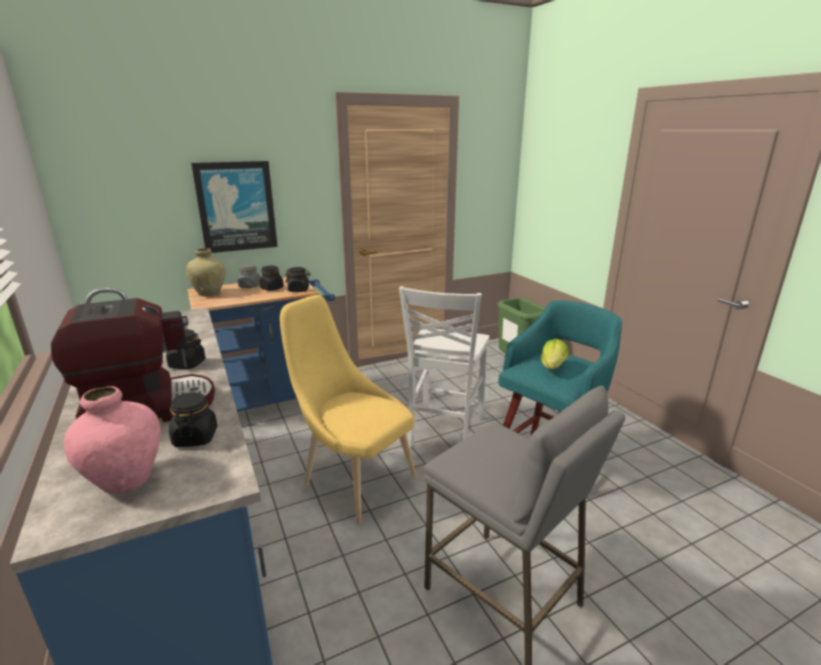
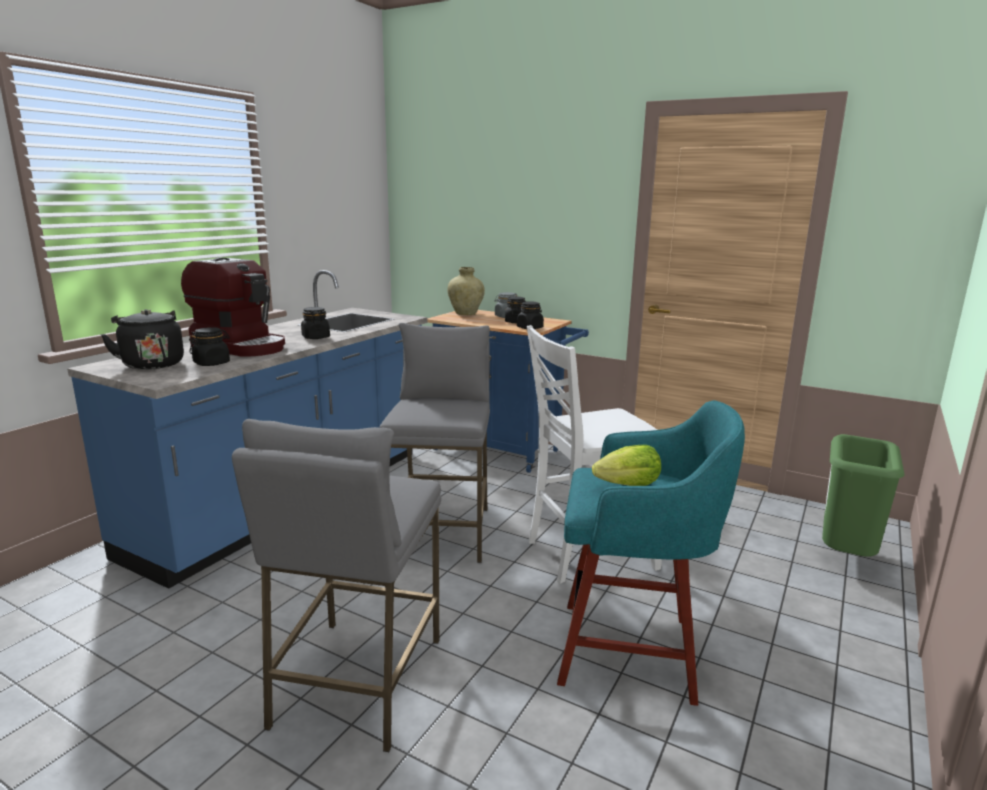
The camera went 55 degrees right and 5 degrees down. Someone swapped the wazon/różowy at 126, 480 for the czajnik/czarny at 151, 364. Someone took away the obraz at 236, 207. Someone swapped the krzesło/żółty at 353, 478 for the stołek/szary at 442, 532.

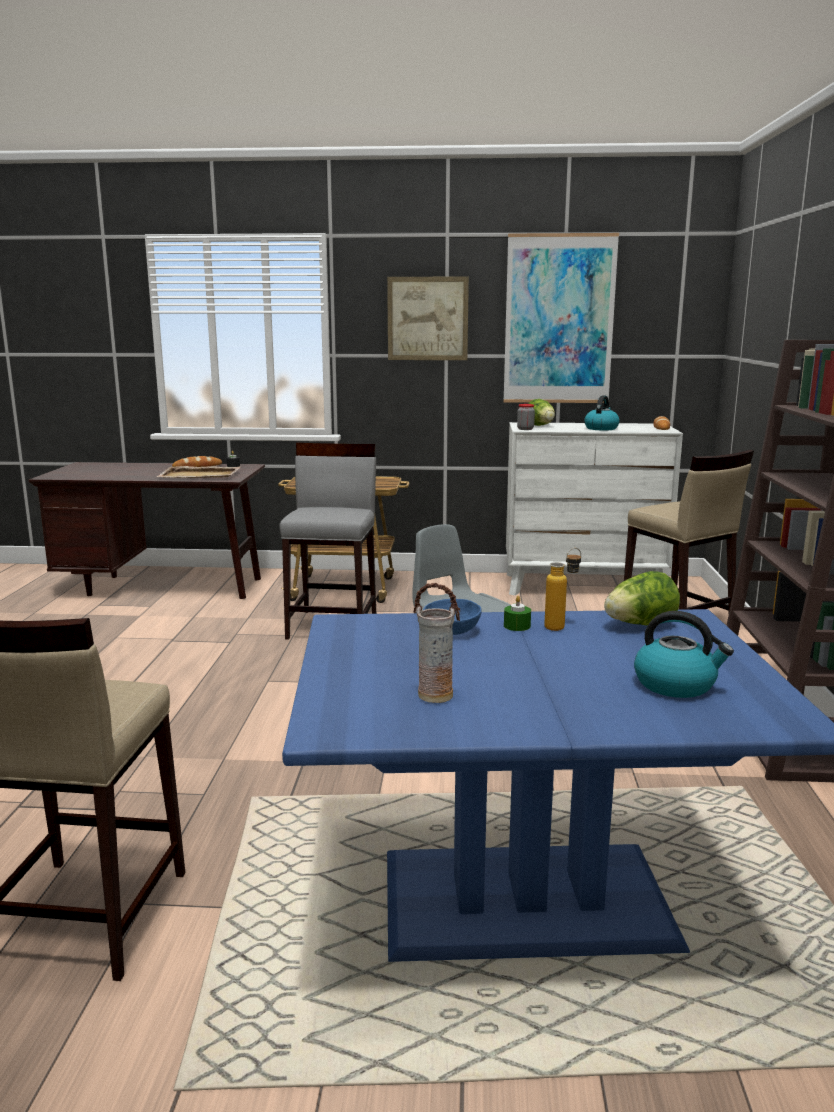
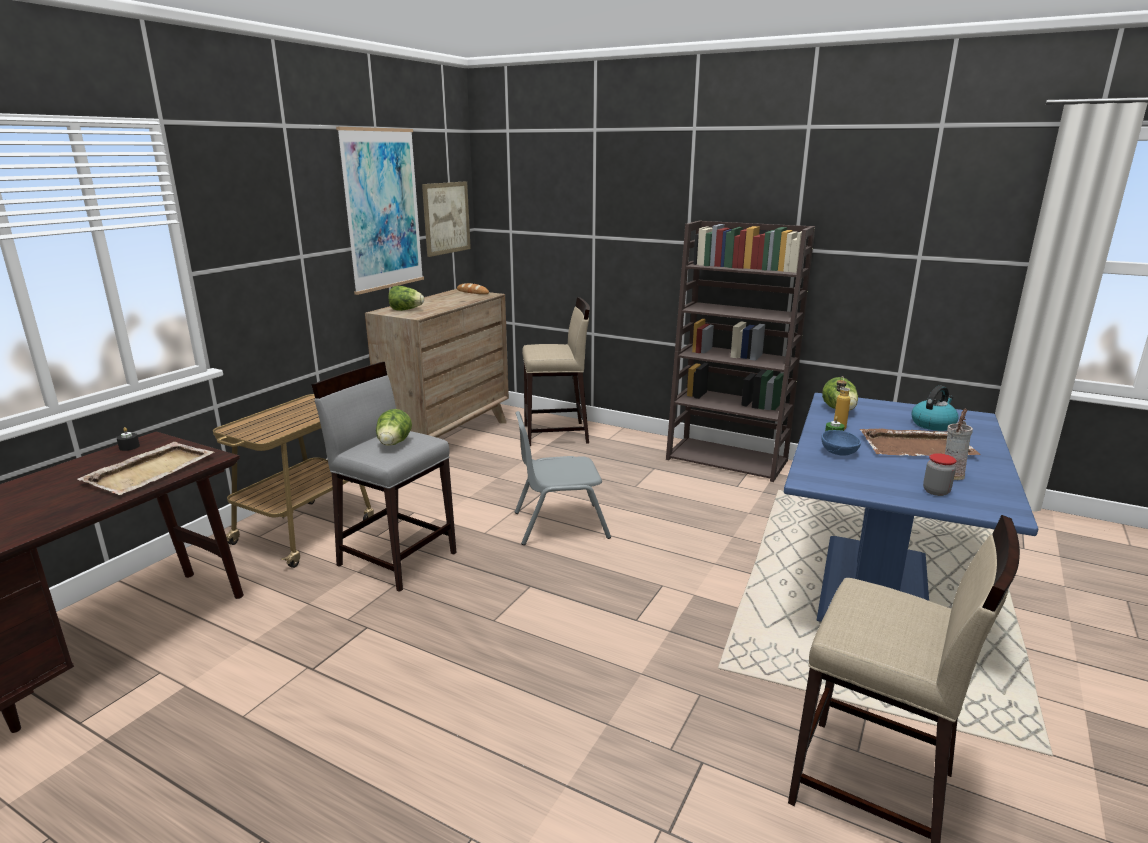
The camera went 65 degrees left and 5 degrees up. Someone took away the chleb at 197, 466. Someone carried the obraz from 427, 318 to 446, 218. Someone repainted the komoda/biały at 583, 585, which became the komoda/brązowy at 448, 437. Someone carried the słoik from 525, 429 to 936, 491. Someone took away the czajnik at 601, 428. Someone put down the sałata at 394, 444. Someone put down the taca/brązowy at 917, 447.

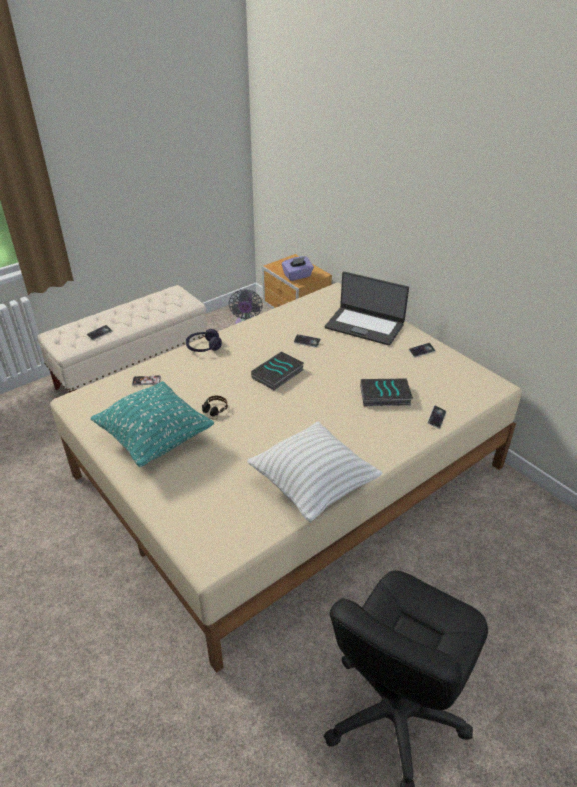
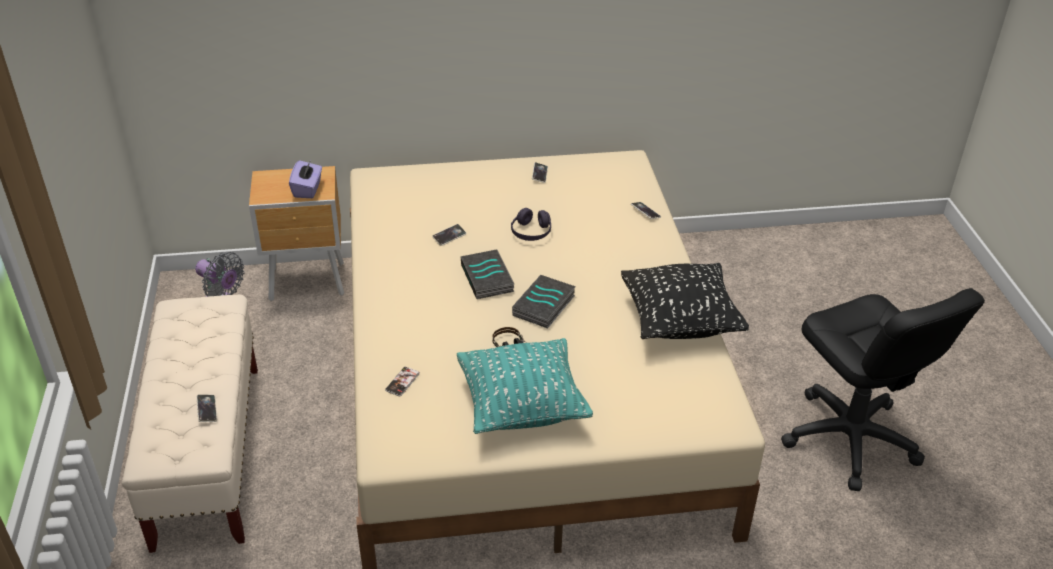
The camera went 60 degrees left and 0 degrees up. Someone carried the słuchawki/fioletowy from 204, 347 to 531, 232. Someone repainted the poduszka/biały at 313, 486, which became the poduszka/czarny at 679, 322. Someone took away the laptop at 364, 325. Someone carried the książka from 384, 396 to 544, 306.

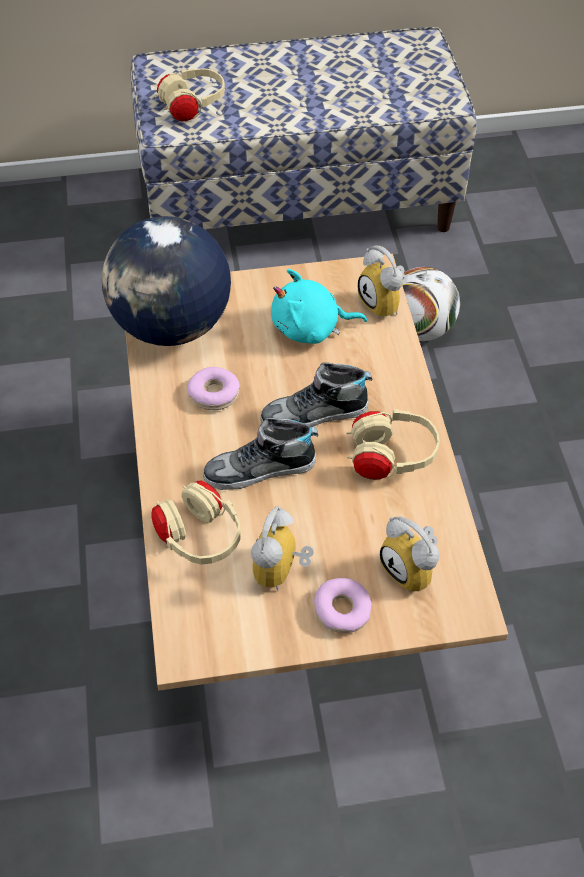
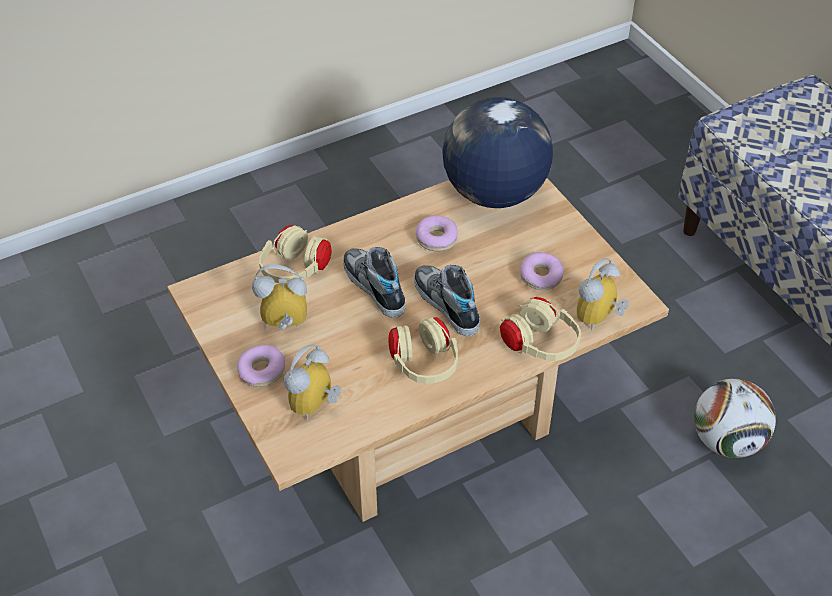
The camera went 70 degrees right and 5 degrees down. Someone carried the słuchawki/beżowy from 192, 107 to 539, 345. Someone swapped the pluszak/turkusowy at 310, 328 for the donut at 540, 277.

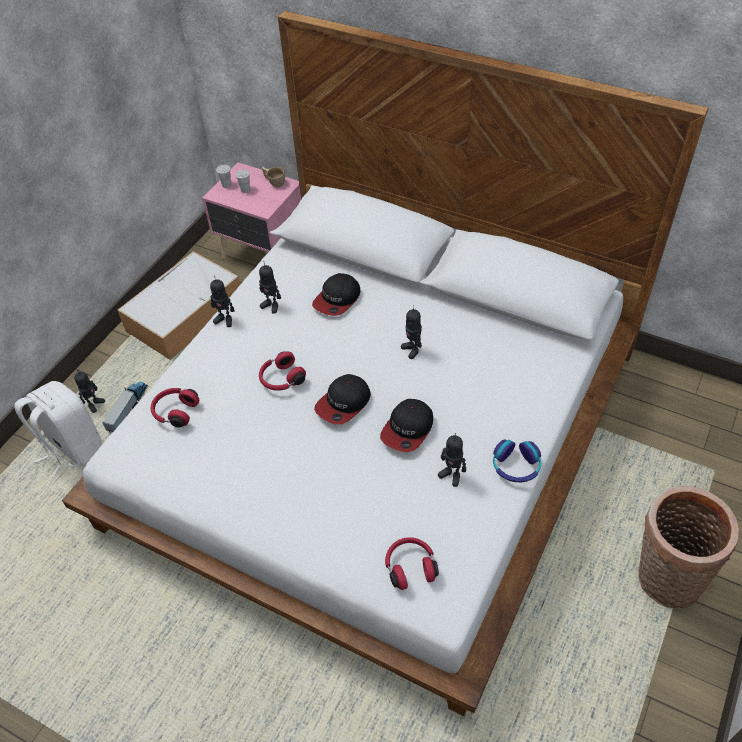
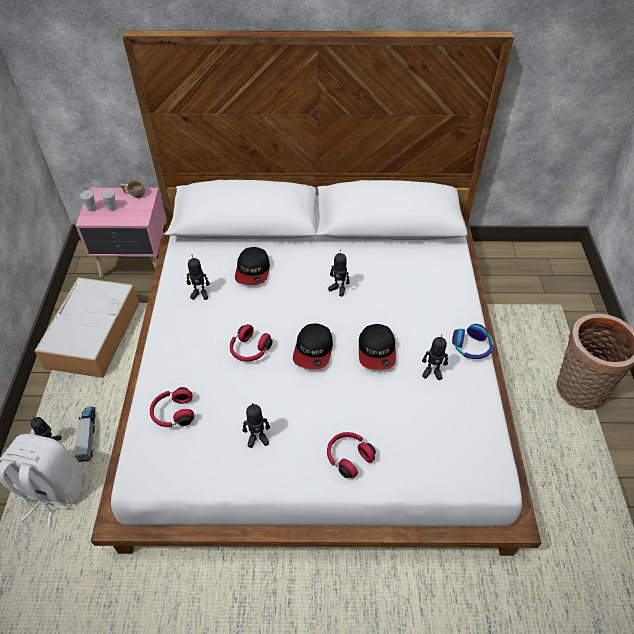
The camera went 30 degrees left and 0 degrees up. Someone carried the robot zabawkowy from 225, 319 to 257, 438. Someone carried the słuchawki/czerwony from 410, 566 to 348, 457.

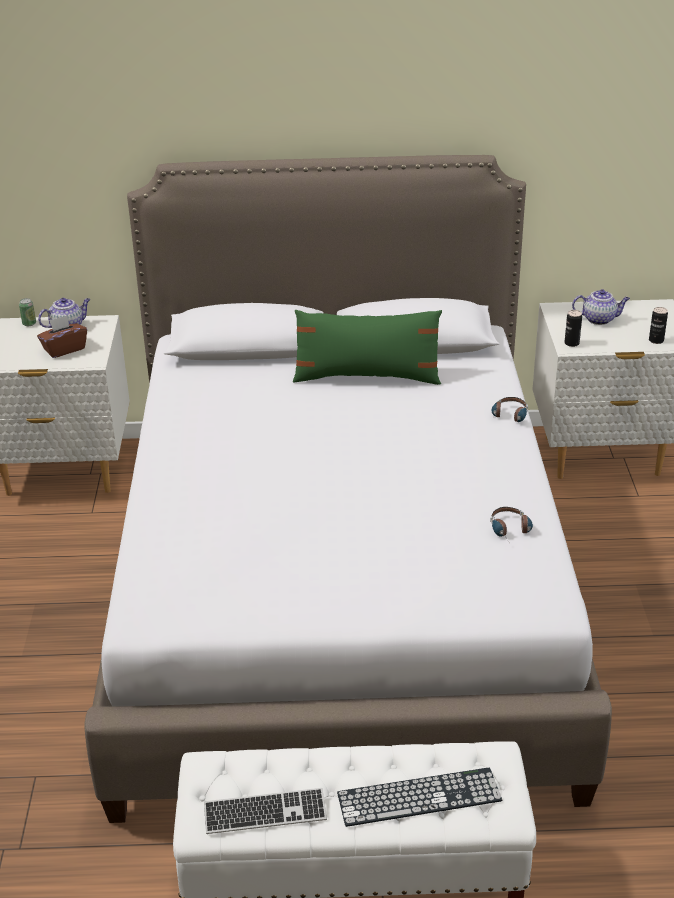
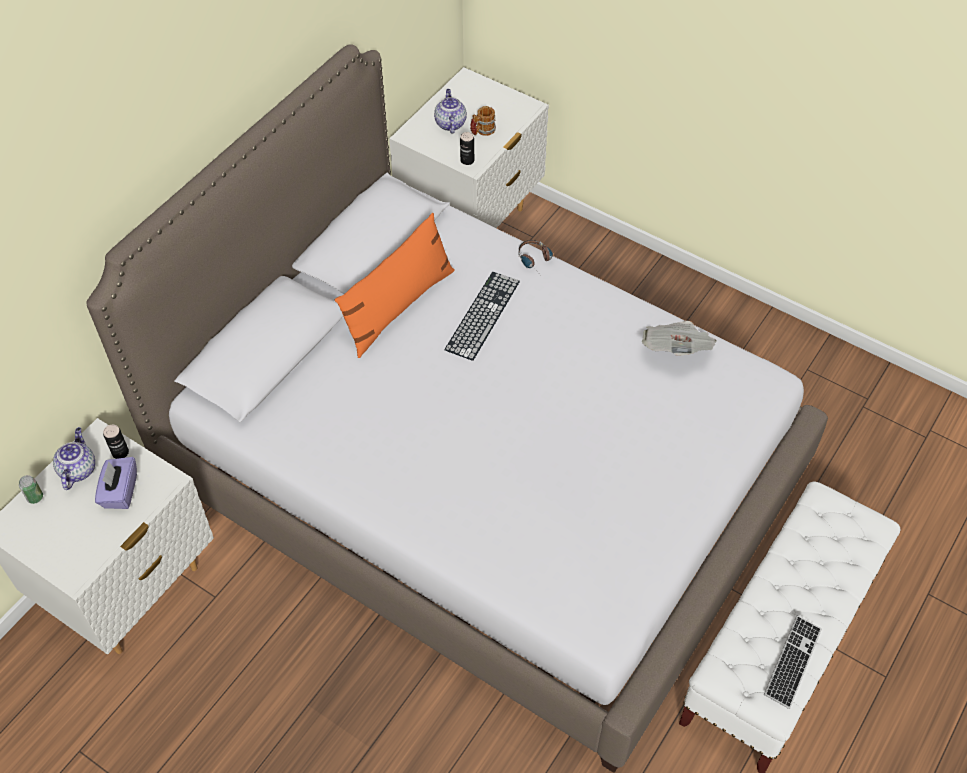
The camera went 55 degrees left and 20 degrees up. Someone repainted the pudełko chusteczek/brązowy at 64, 349, which became the pudełko chusteczek/fioletowy at 120, 492. Someone repainted the poduszka/zielony at 367, 377, which became the poduszka/pomarańczowy at 398, 307. Someone carried the klawiatura from 419, 797 to 482, 315. Someone swapped the słuchawki at 511, 531 for the gazeta at 676, 350. Someone rotated the imbryk at 599, 319 by 45 degrees counterclockwise. Someone carried the puszka from 656, 340 to 120, 452. Someone put down the kubek at 482, 131.

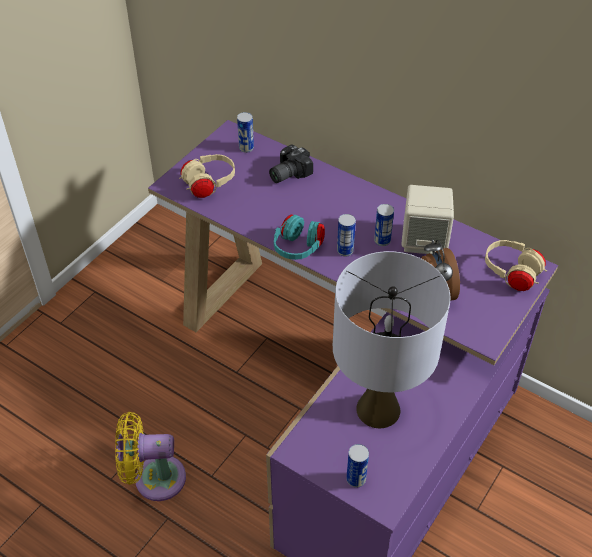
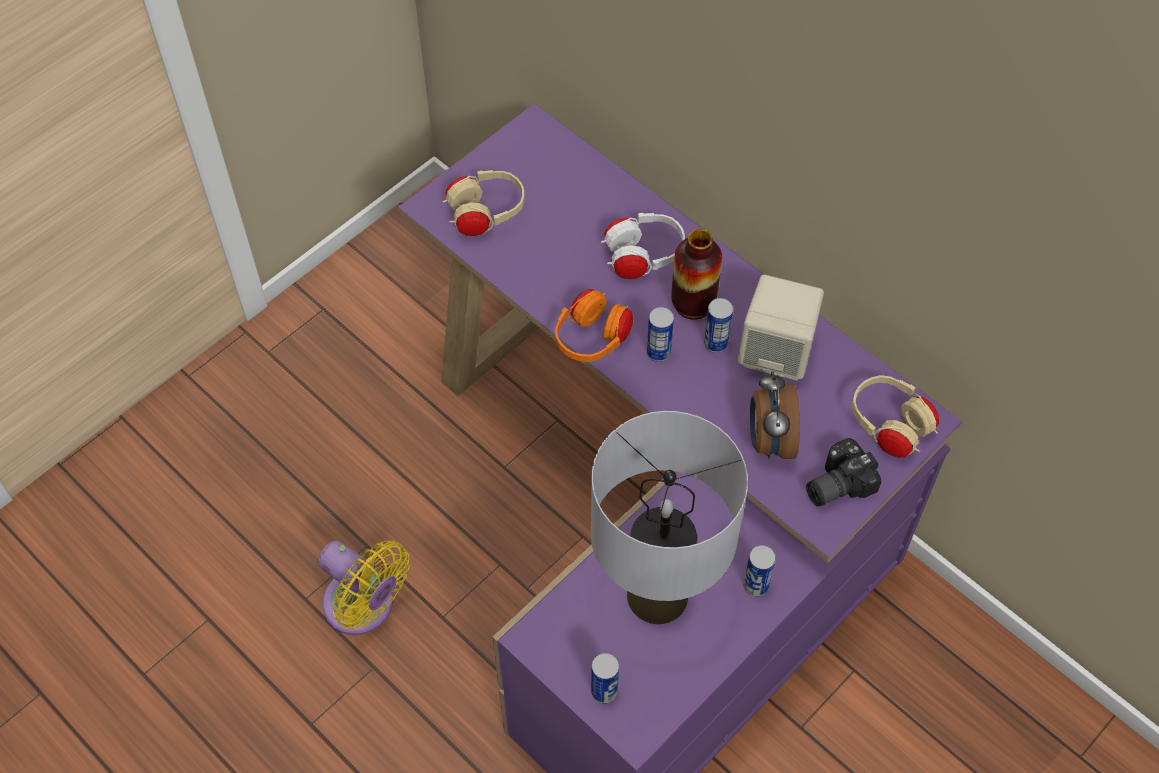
The camera went 10 degrees right and 10 degrees up. Someone rotated the wentylator/żółty at 154, 478 by 150 degrees counterclockwise. Someone carried the puszka from 246, 148 to 756, 585. Someone carried the aparat fotograficzny from 287, 173 to 835, 483. Someone repainted the słuchawki/turkusowy at 298, 249, which became the słuchawki/pomarańczowy at 592, 340. Someone put down the słuchawki/biały at 643, 257. Someone put down the wazon at 693, 304.

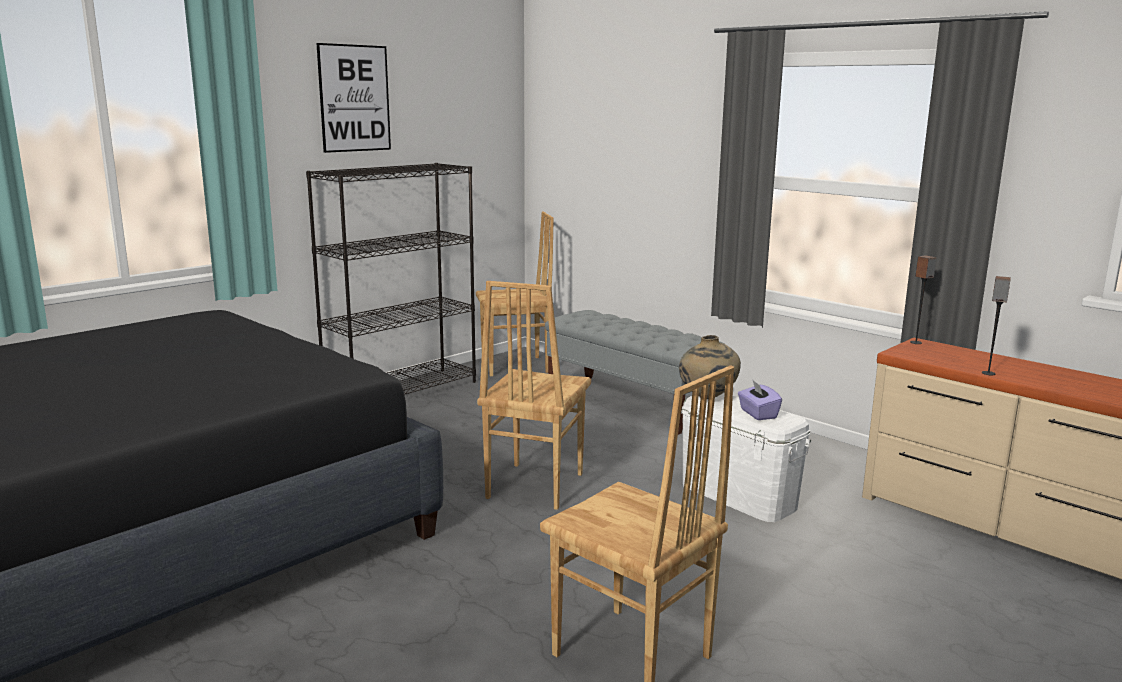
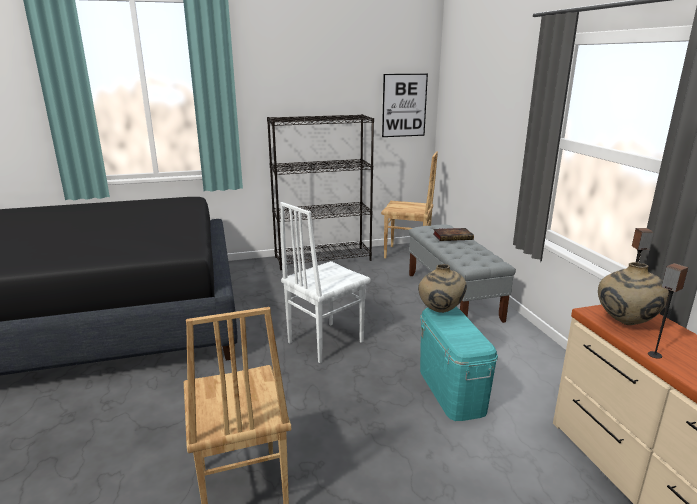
The camera went 30 degrees right and 5 degrees up. Someone carried the obraz from 354, 98 to 404, 105. Someone repainted the krzesło/brązowy at 533, 486, which became the krzesło/biały at 324, 342. Someone repainted the pojemnik do przechowywania/biały at 738, 496, which became the pojemnik do przechowywania/turkusowy at 451, 390. Someone took away the pudełko chusteczek/fioletowy at 757, 414. Someone put down the książka at 453, 237. Someone put down the wazon/beżowy at 625, 323.

